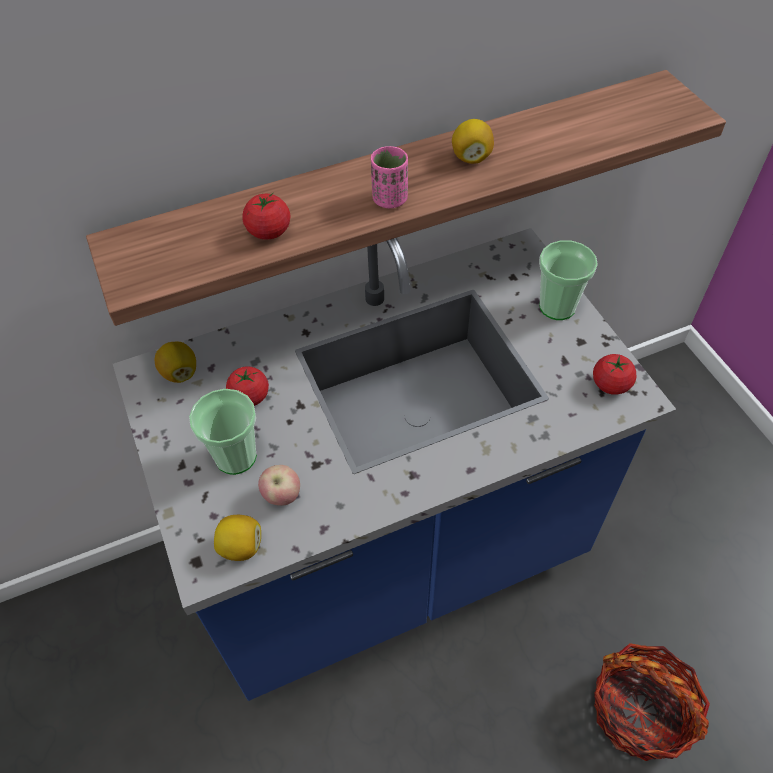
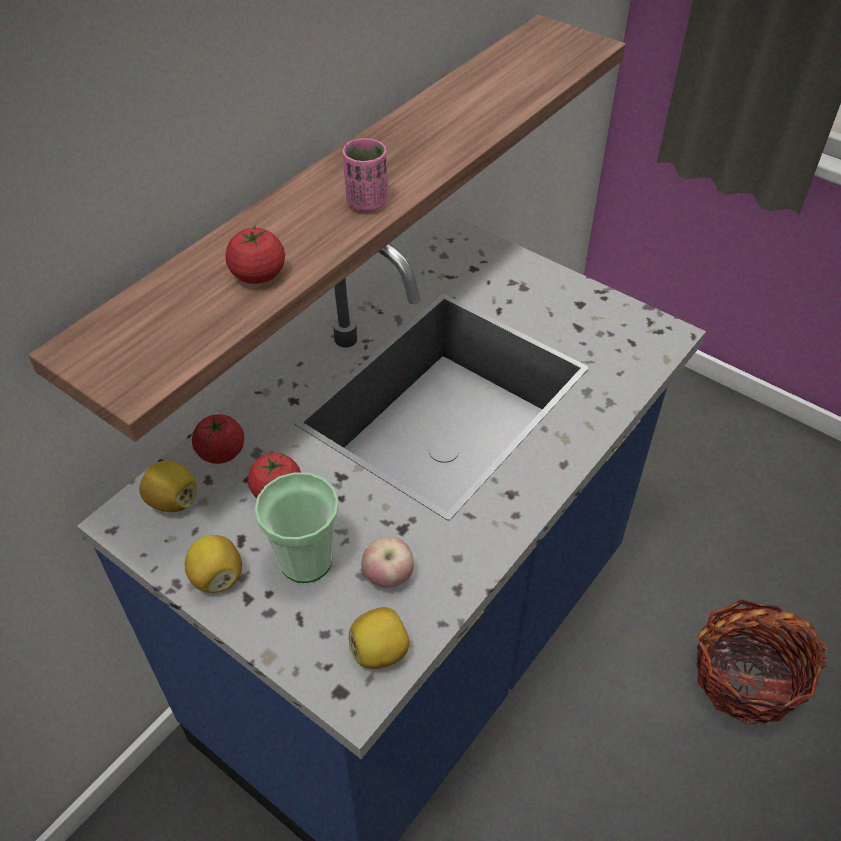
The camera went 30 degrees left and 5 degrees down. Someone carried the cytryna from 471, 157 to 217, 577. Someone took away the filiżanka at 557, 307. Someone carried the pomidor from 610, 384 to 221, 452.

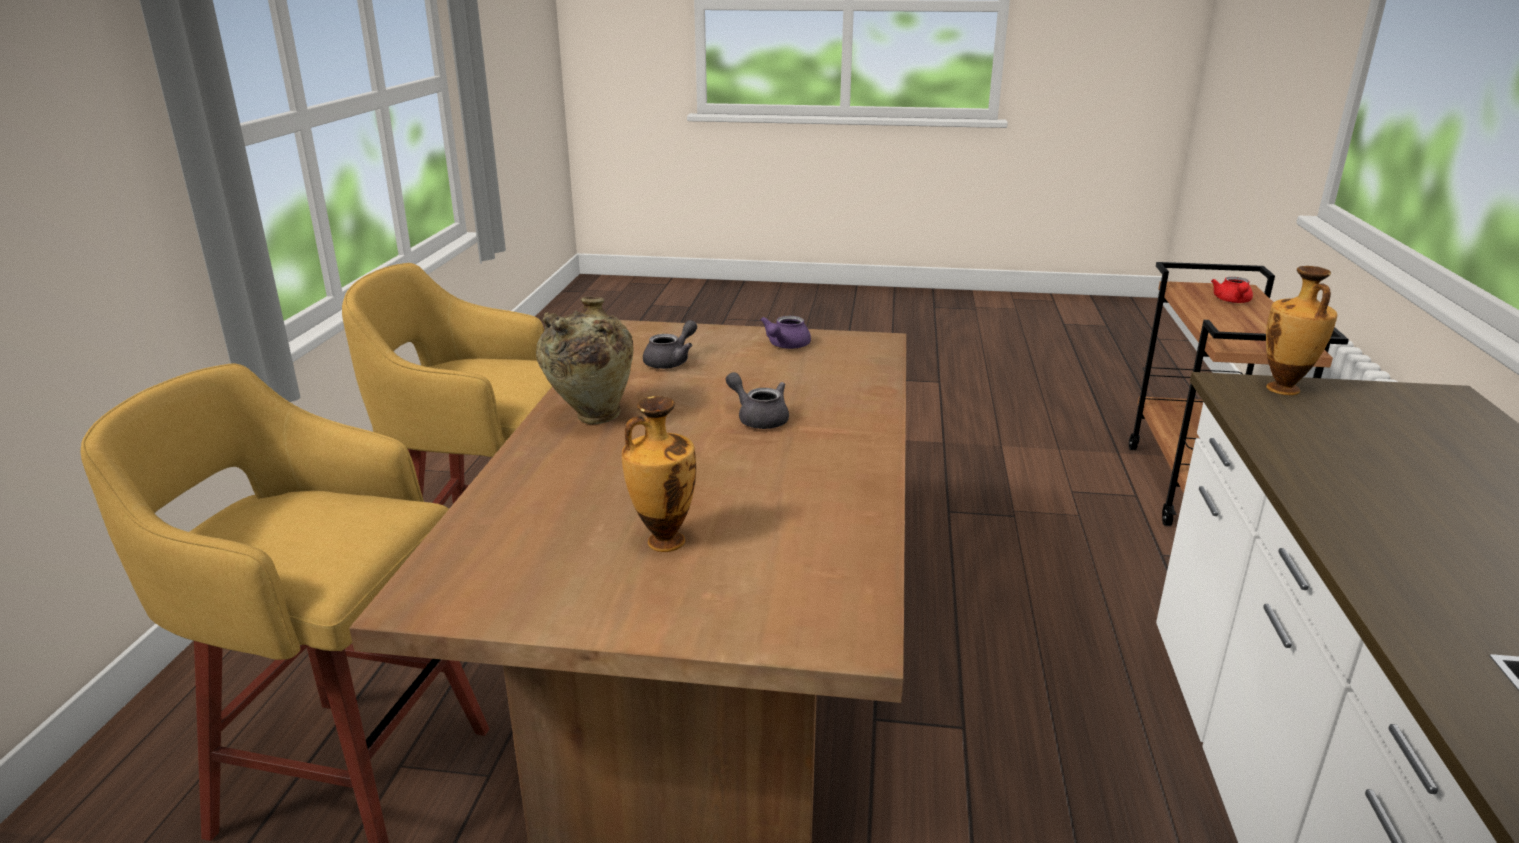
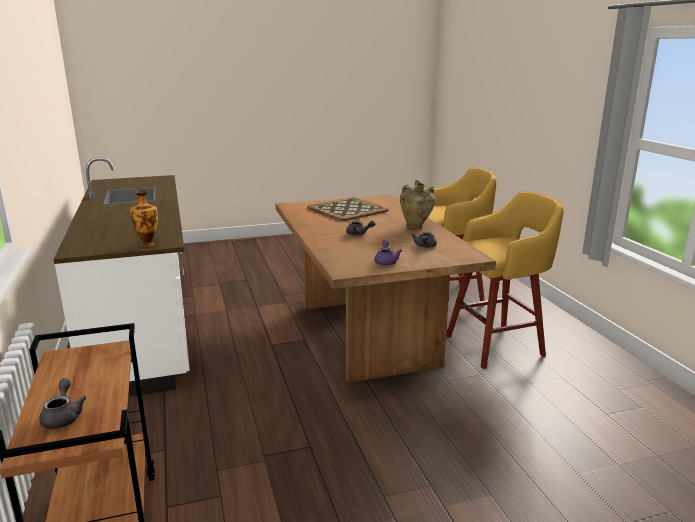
The camera went 155 degrees right and 5 degrees down. Someone swapped the wazon at 663, 541 for the taca at 347, 209. Someone repainted the imbryk/czerwony at 1232, 301, which became the imbryk/szary at 63, 416.

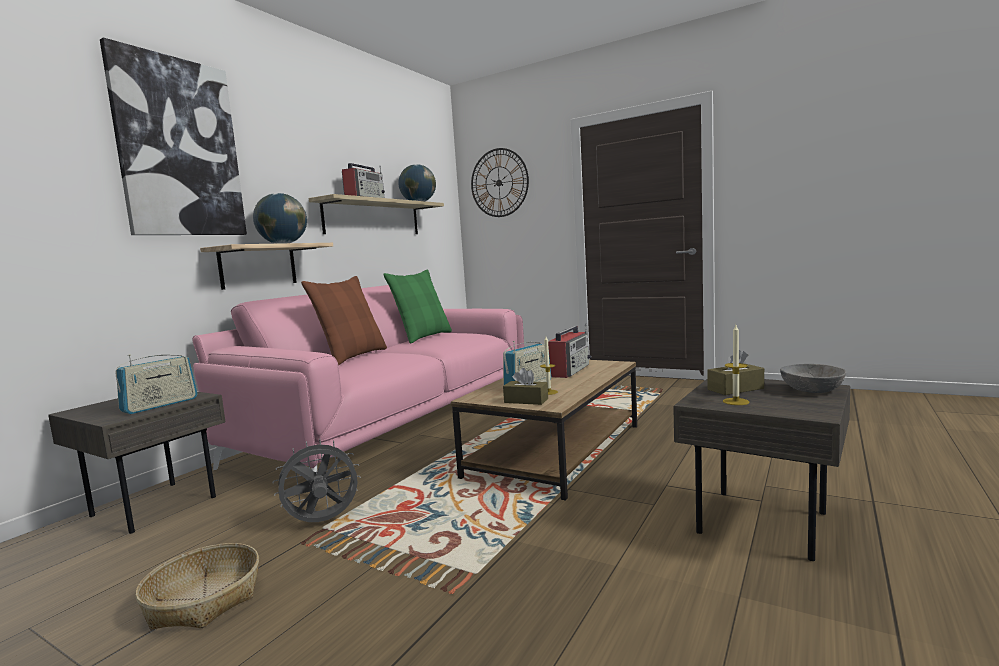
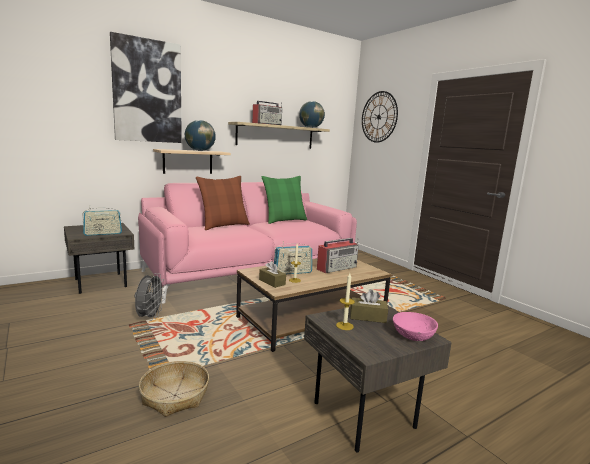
The camera went 25 degrees right and 5 degrees up. Someone carried the koszyk from 204, 599 to 175, 395. Someone rotated the wentylator/szary at 322, 522 by 90 degrees clockwise. Someone repainted the miska/szary at 811, 390, which became the miska/różowy at 413, 335.

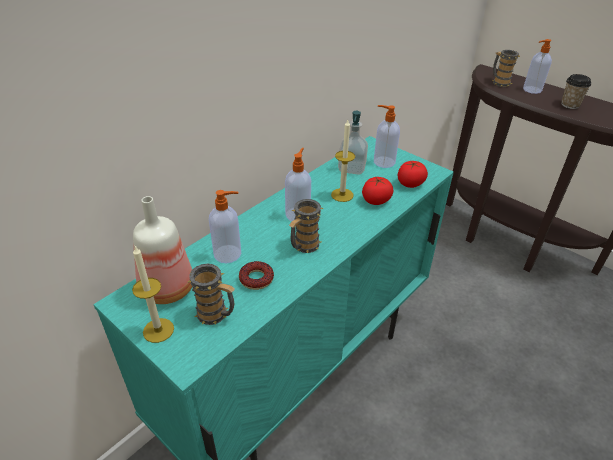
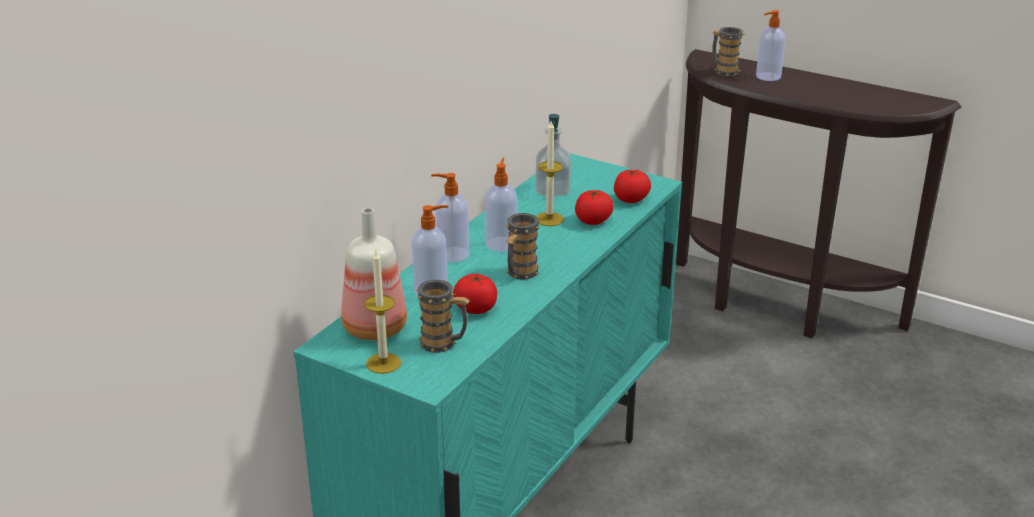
The camera went 10 degrees left and 10 degrees down. Someone swapped the donut at 256, 279 for the pomidor at 475, 308. Someone carried the dozownik mydła from 383, 162 to 451, 255. Someone took away the filiżanka at 570, 105.

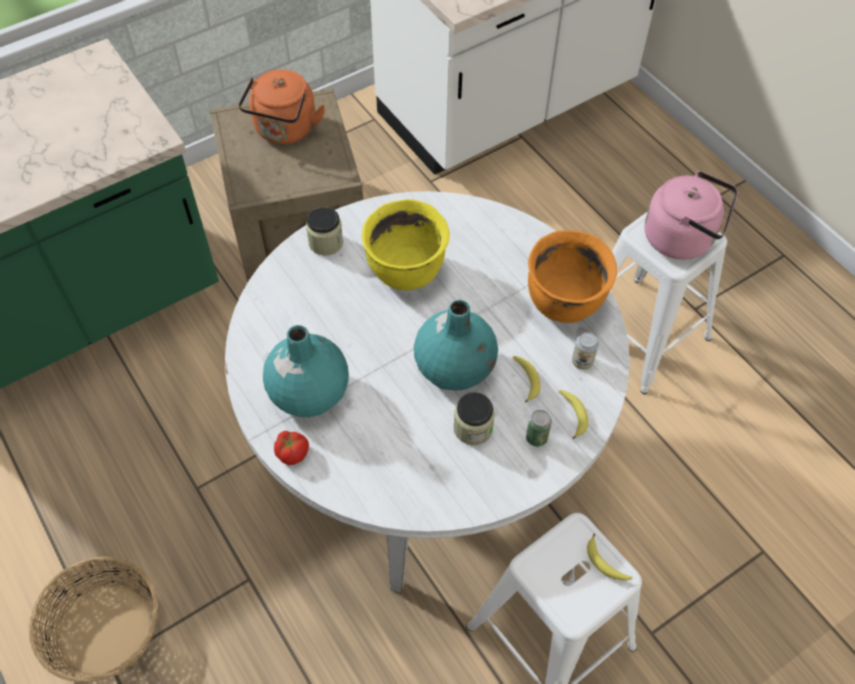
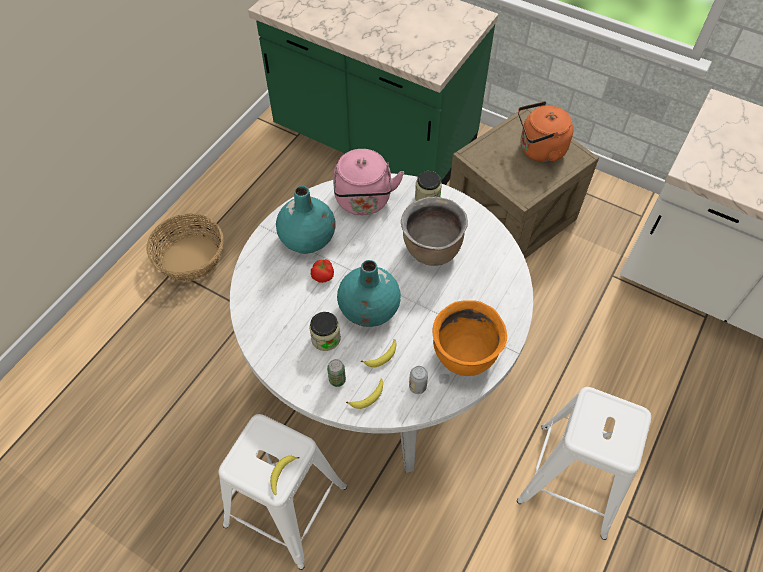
The camera went 65 degrees right and 0 degrees up. Someone carried the pomidor from 292, 452 to 323, 275. Someone repainted the garnek/żółty at 406, 272, which became the garnek/brązowy at 431, 250. Someone carried the czajnik/różowy from 682, 238 to 364, 202.

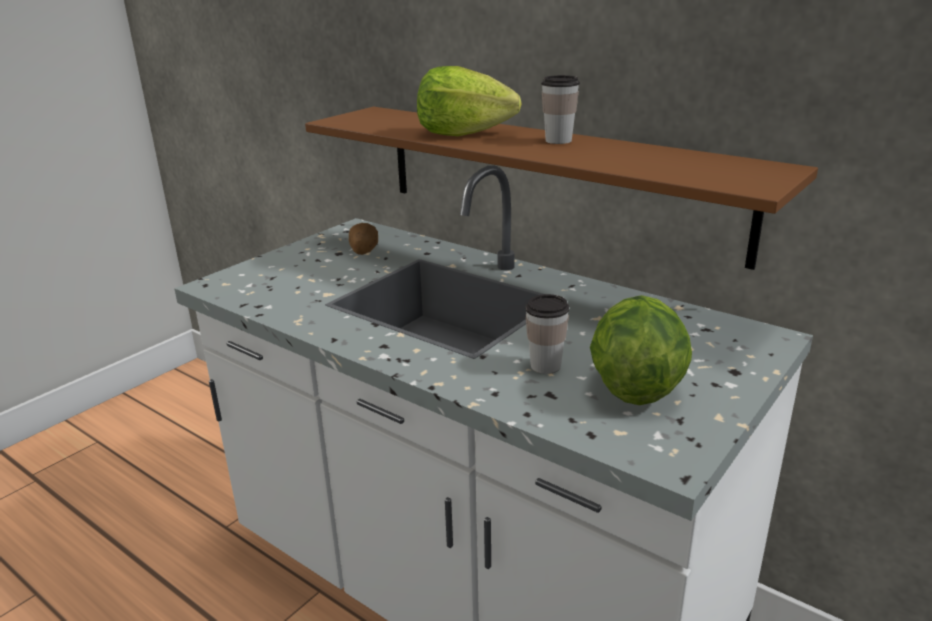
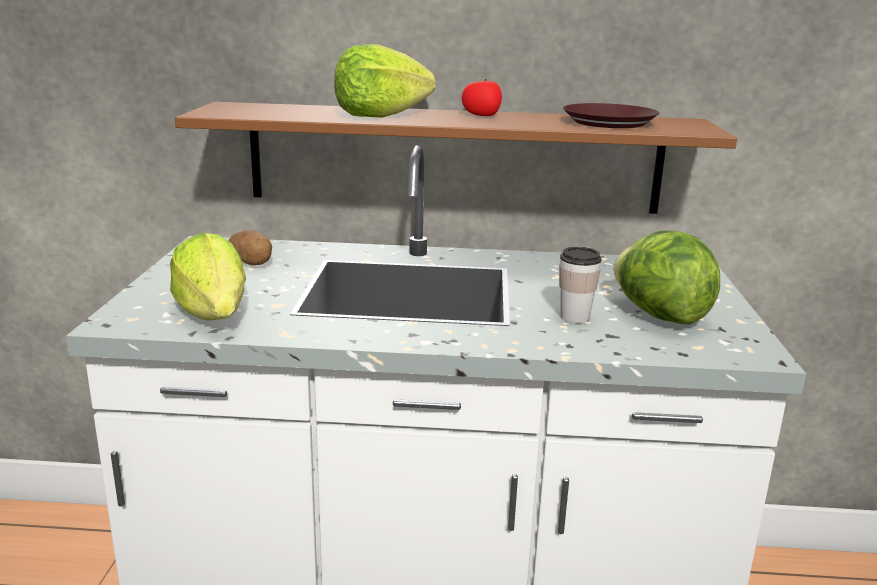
The camera went 35 degrees left and 5 degrees down. Someone swapped the filiżanka at 558, 140 for the pomidor at 482, 115. Someone put down the sałata at 214, 315. Someone put down the talerz/brązowy at 608, 123.

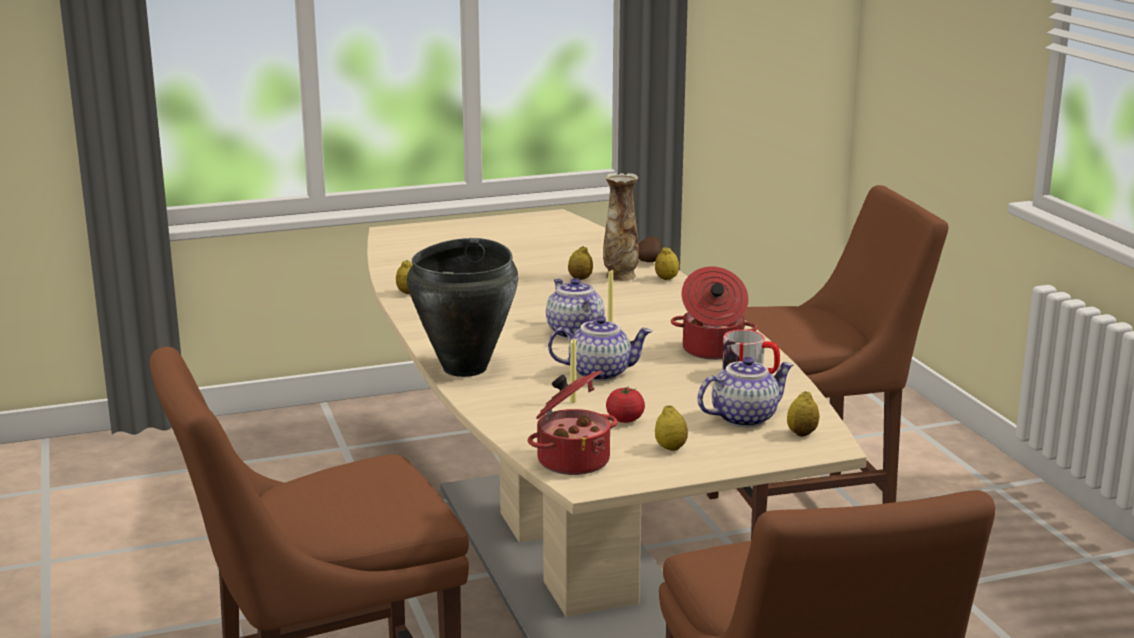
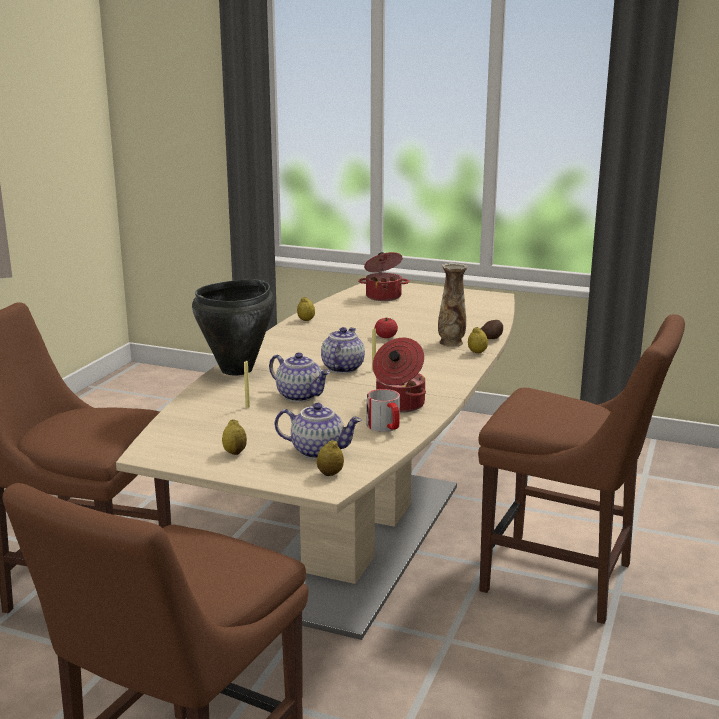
The camera went 40 degrees right and 0 degrees up. Someone carried the garnek from 572, 460 to 383, 296. Someone took away the cytryna at 580, 279. Someone carried the pomidor from 625, 419 to 386, 337.

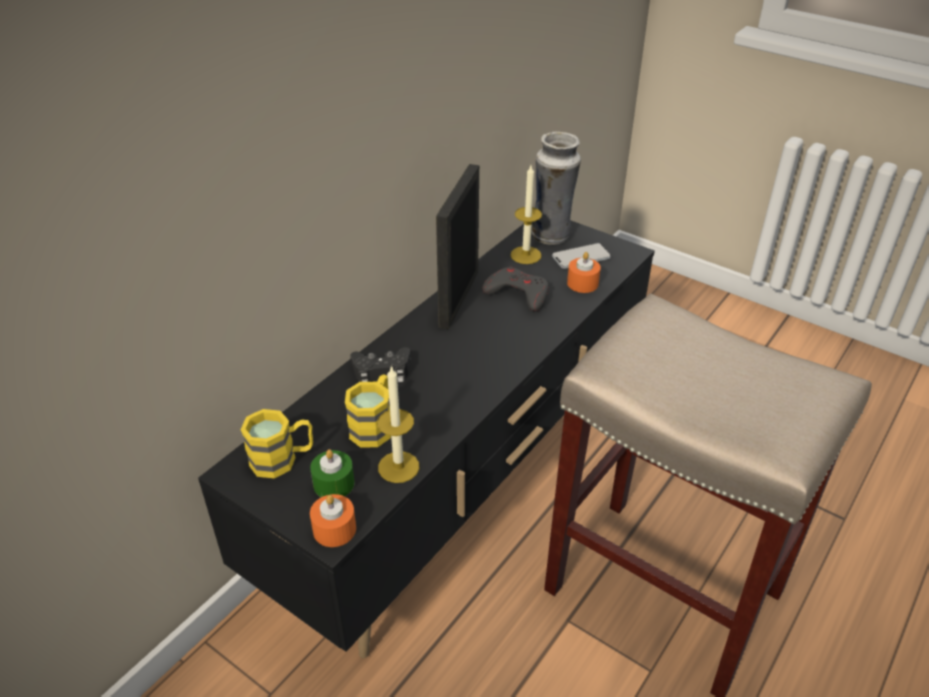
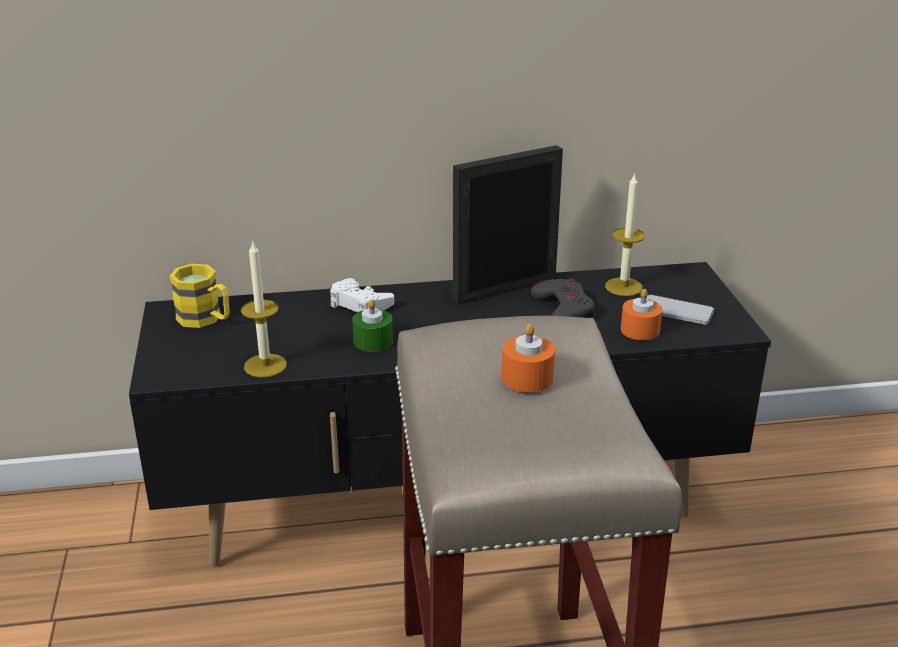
The camera went 45 degrees right and 10 degrees down. Someone carried the świeca/zielony from 334, 483 to 373, 341. Someone carried the świeca/pomarańczowy from 334, 529 to 527, 377. Someone took away the kubek/żółty at 374, 425. Someone repainted the pad do gier/czarny at 381, 371, which became the pad do gier/biały at 359, 305. Someone took away the wazon at 551, 235.

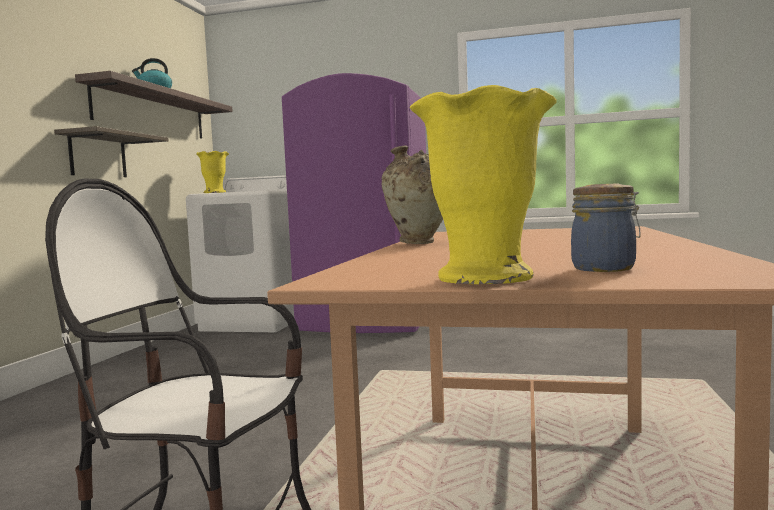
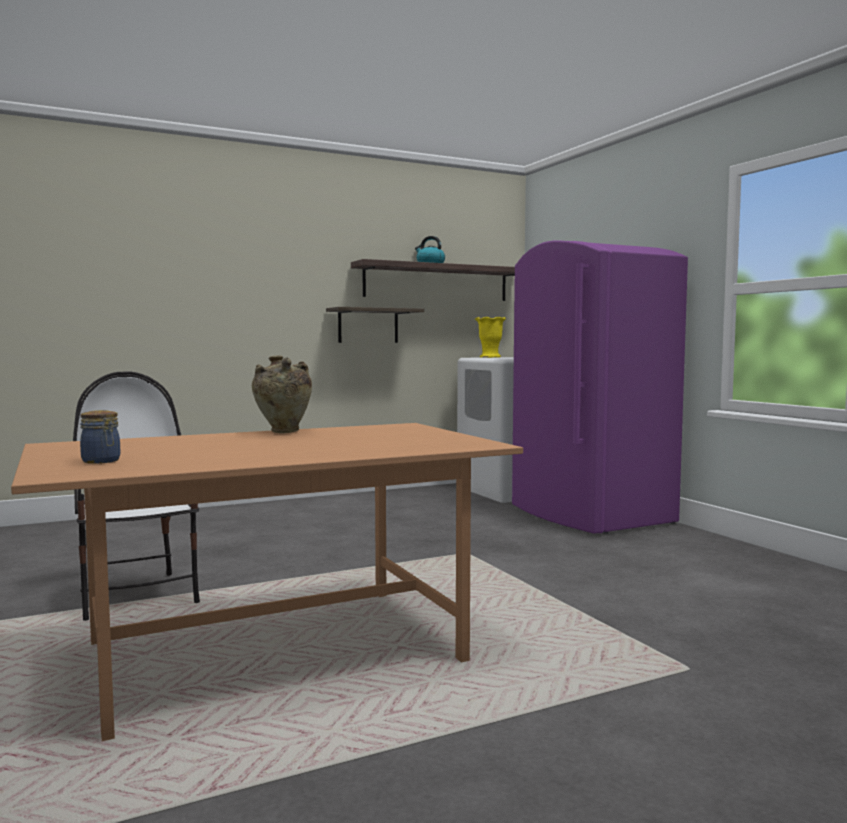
The camera went 50 degrees right and 0 degrees up. Someone took away the wazon/żółty at 486, 278.

